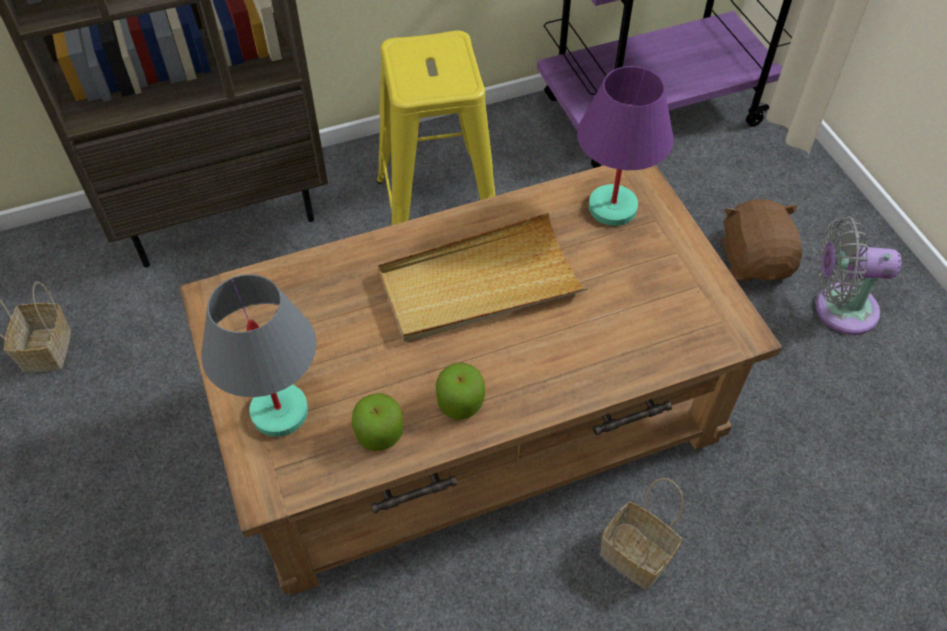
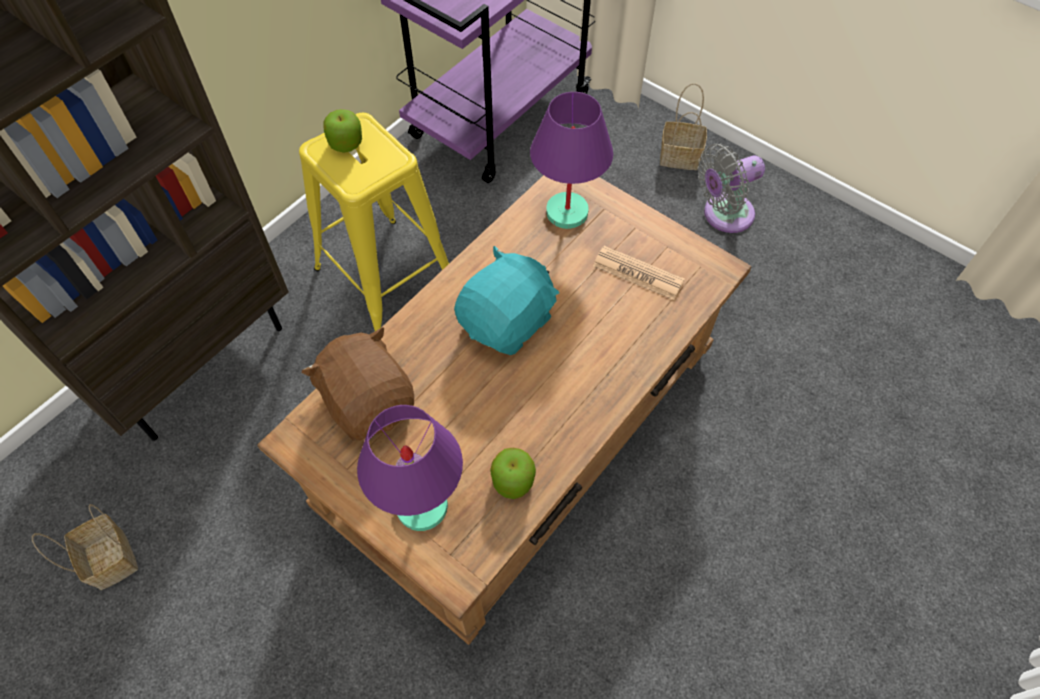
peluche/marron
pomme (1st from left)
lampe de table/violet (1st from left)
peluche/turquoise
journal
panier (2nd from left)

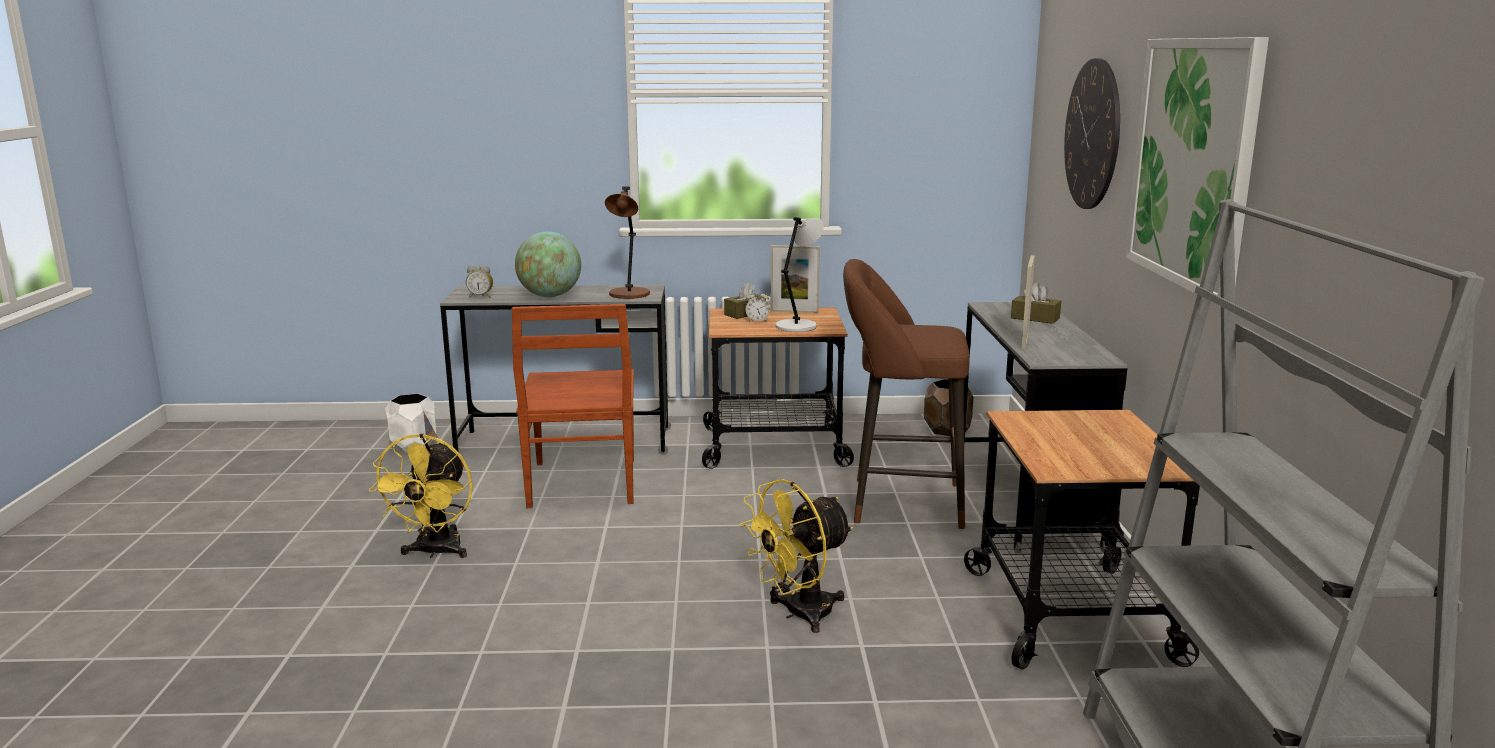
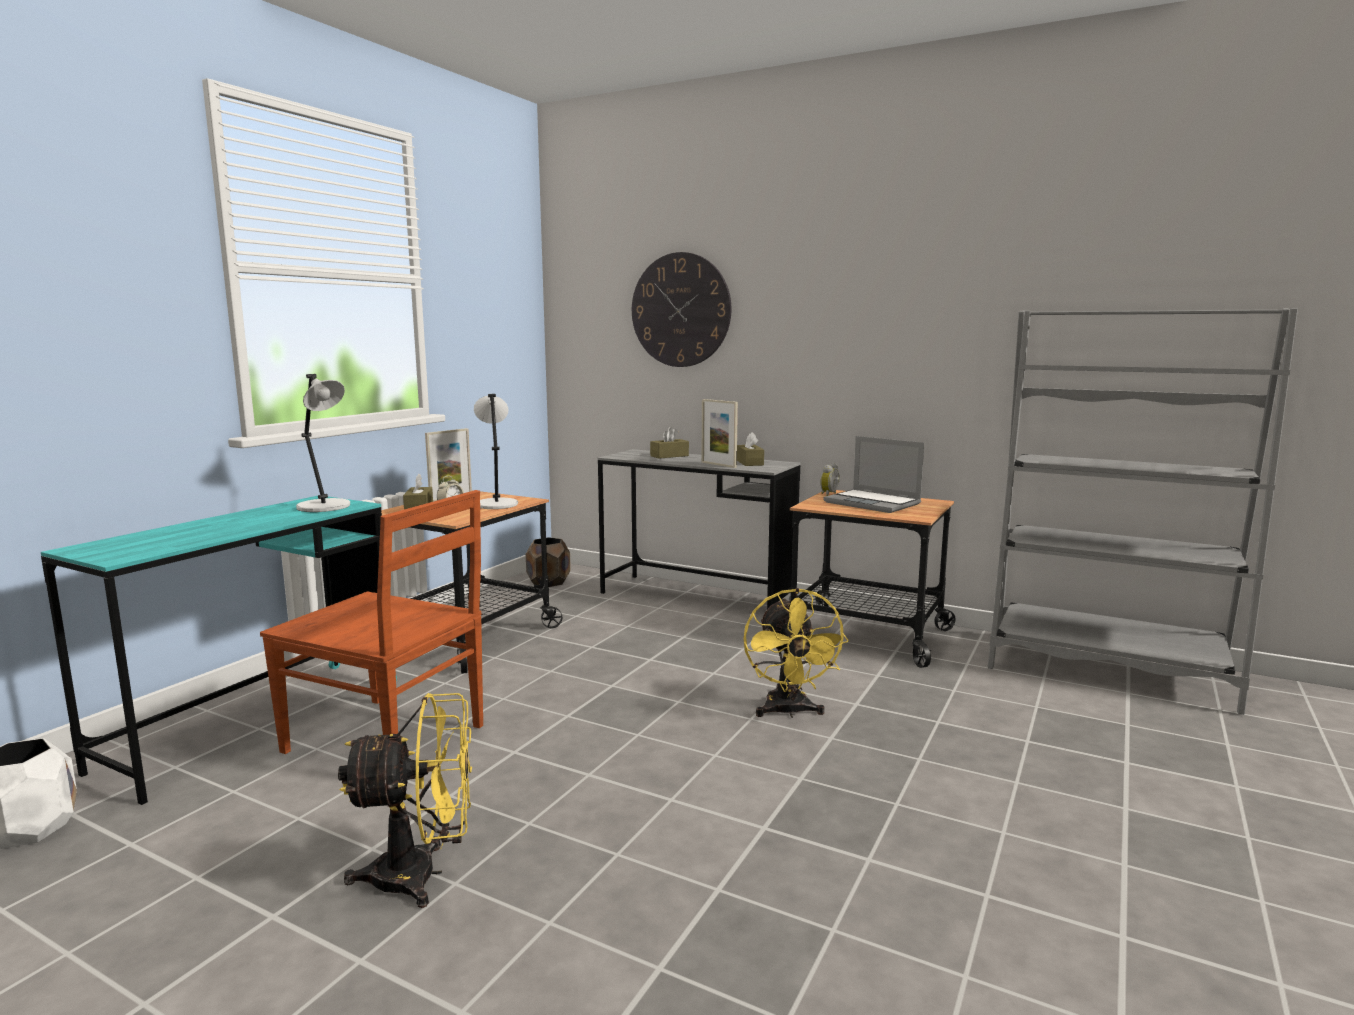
bureau/turquoise
lampe de table/gris (1st from left)
ventilateur/jaune (1st from left)
boîte à mouchoirs/marron (3rd from left)
réveil (2nd from left)
ordinateur portable
globe
tabouret/marron
tableau

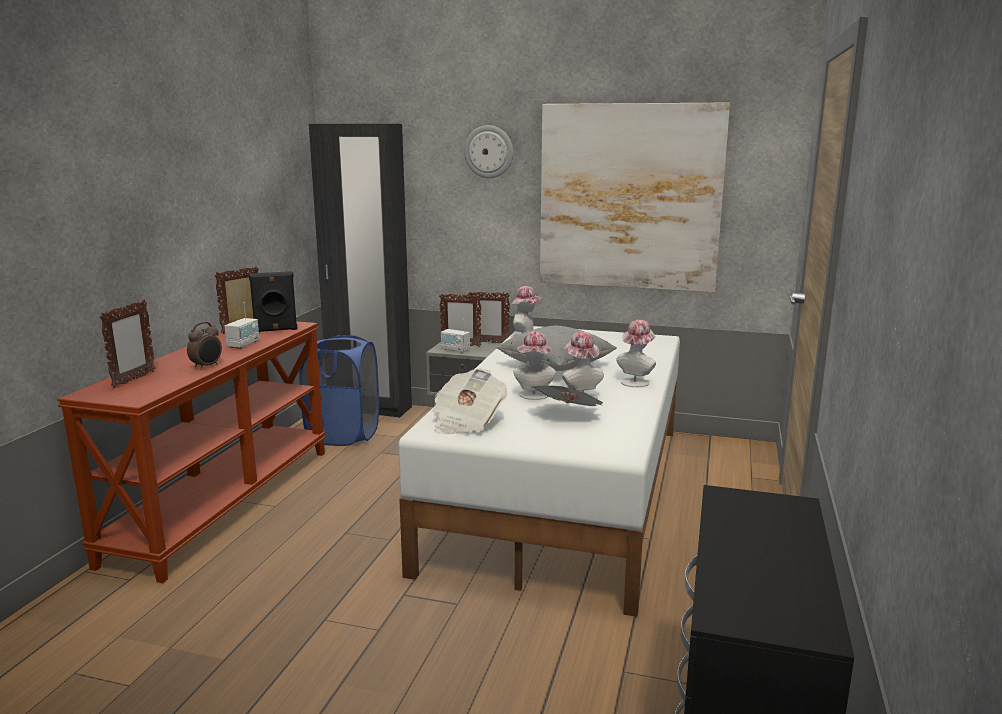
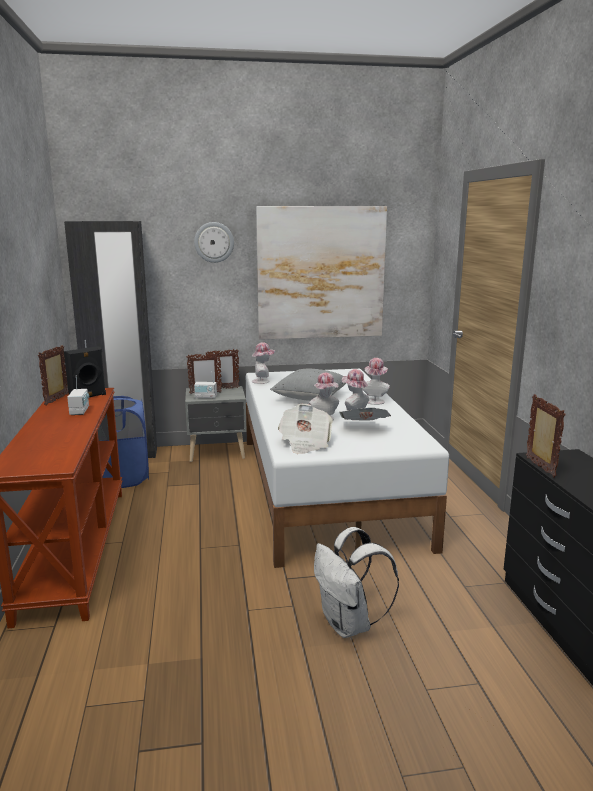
sac à dos/blanc
cadre photo (4th from left)
réveil

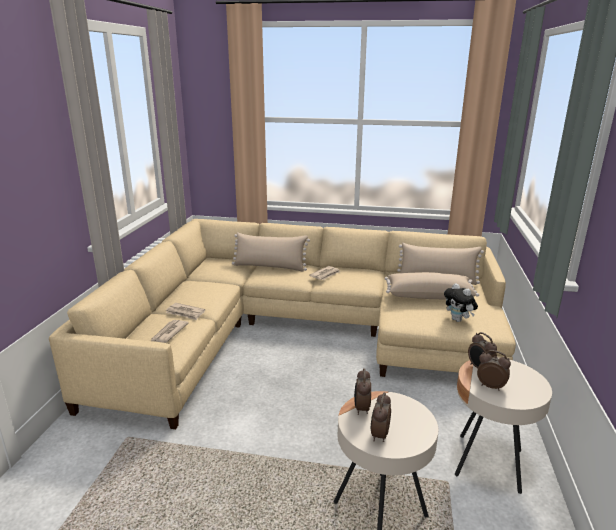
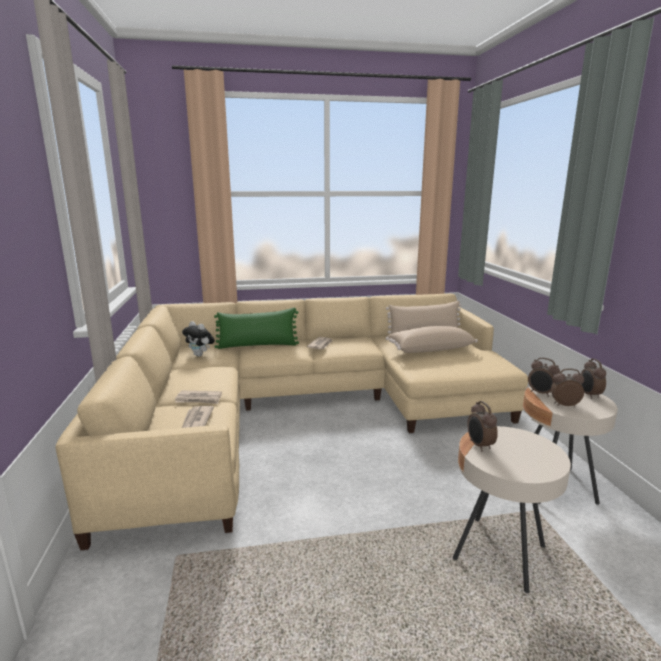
peluche
coussin/vert
réveil (4th from left)

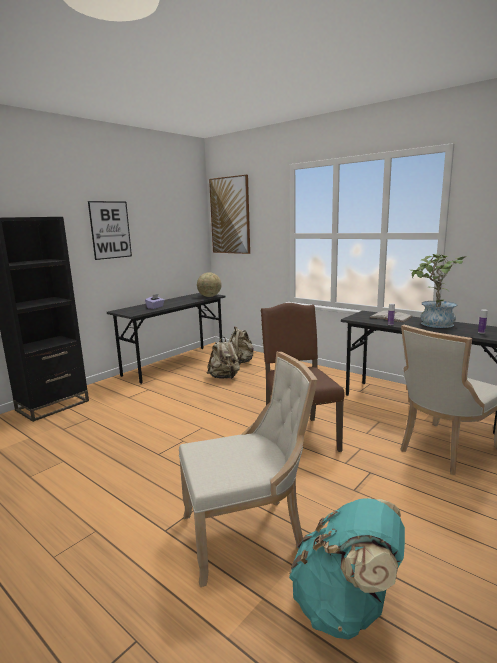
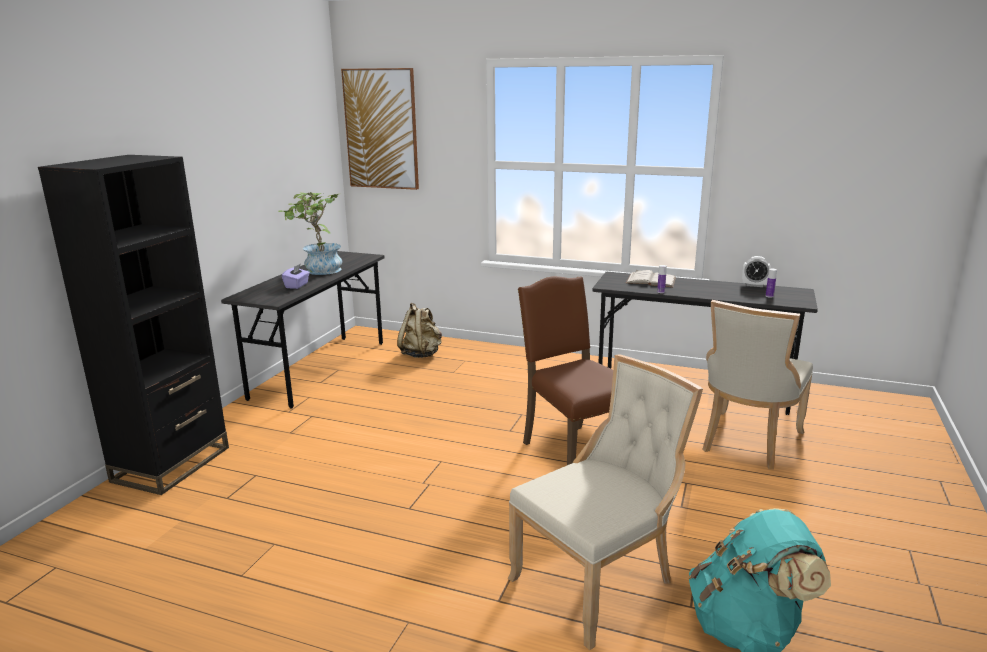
plante en pot
réveil
tableau (1st from left in the first image)
globe
sac à dos/beige (1st from left in the first image)

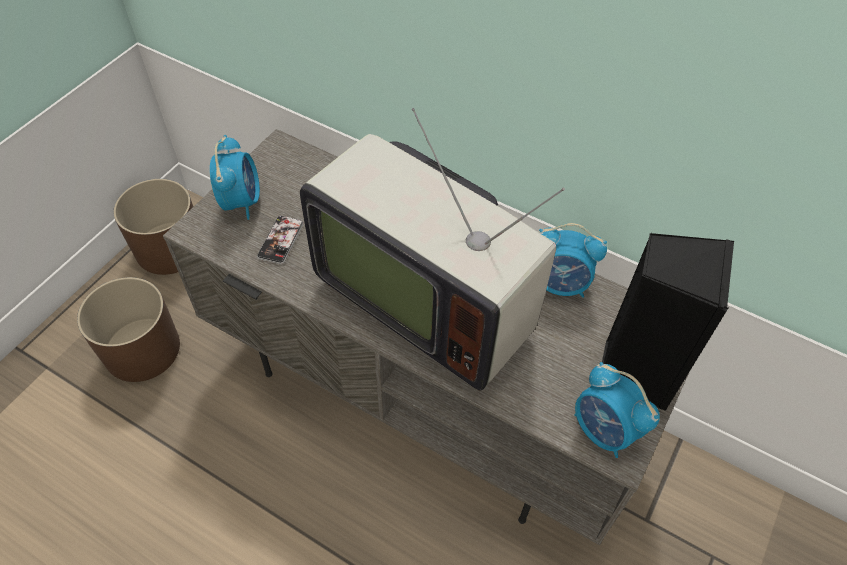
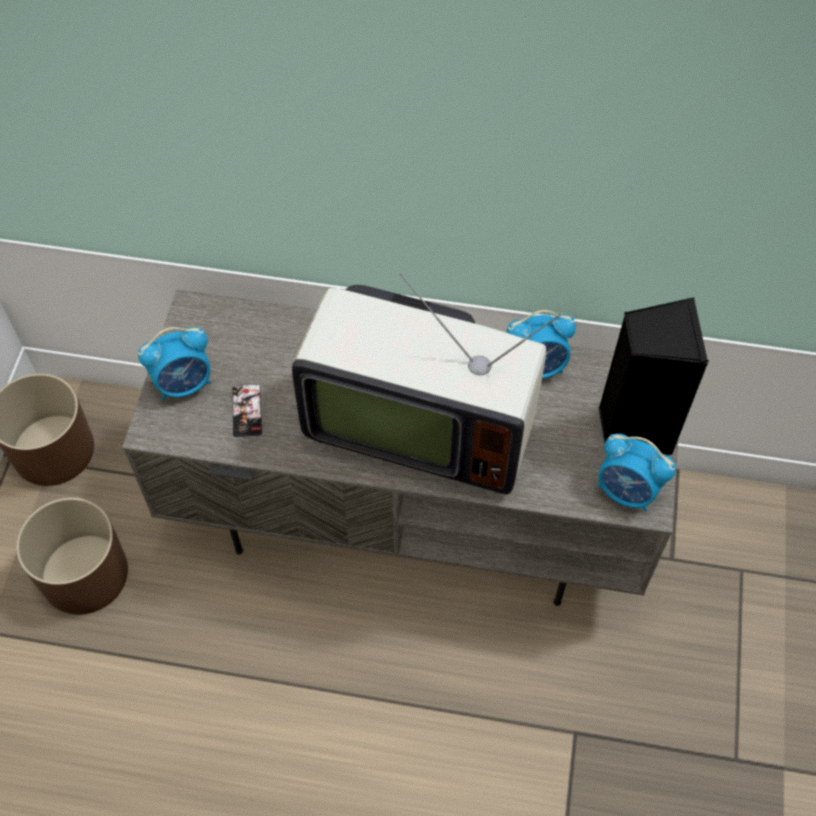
réveil (1st from left)

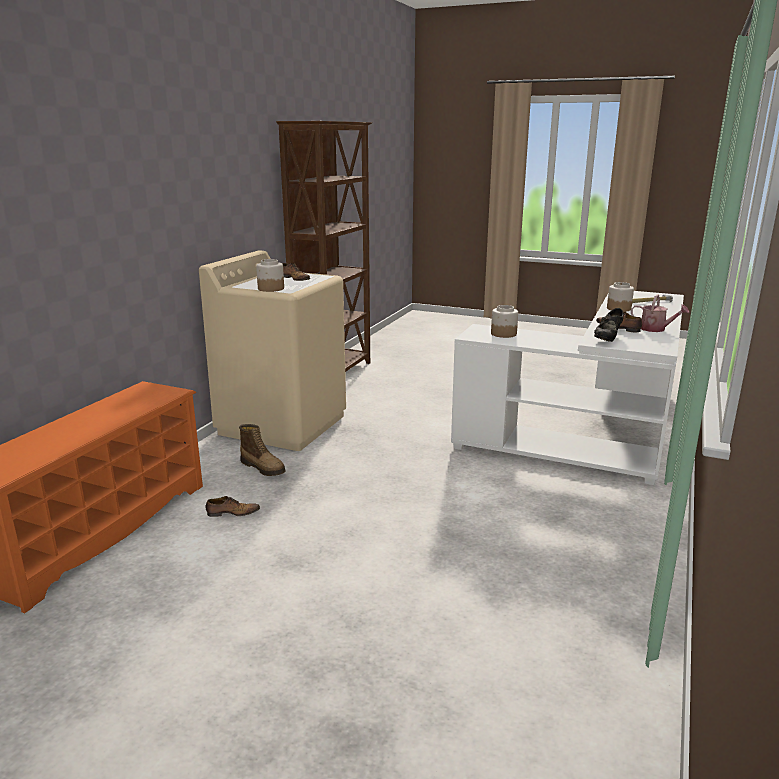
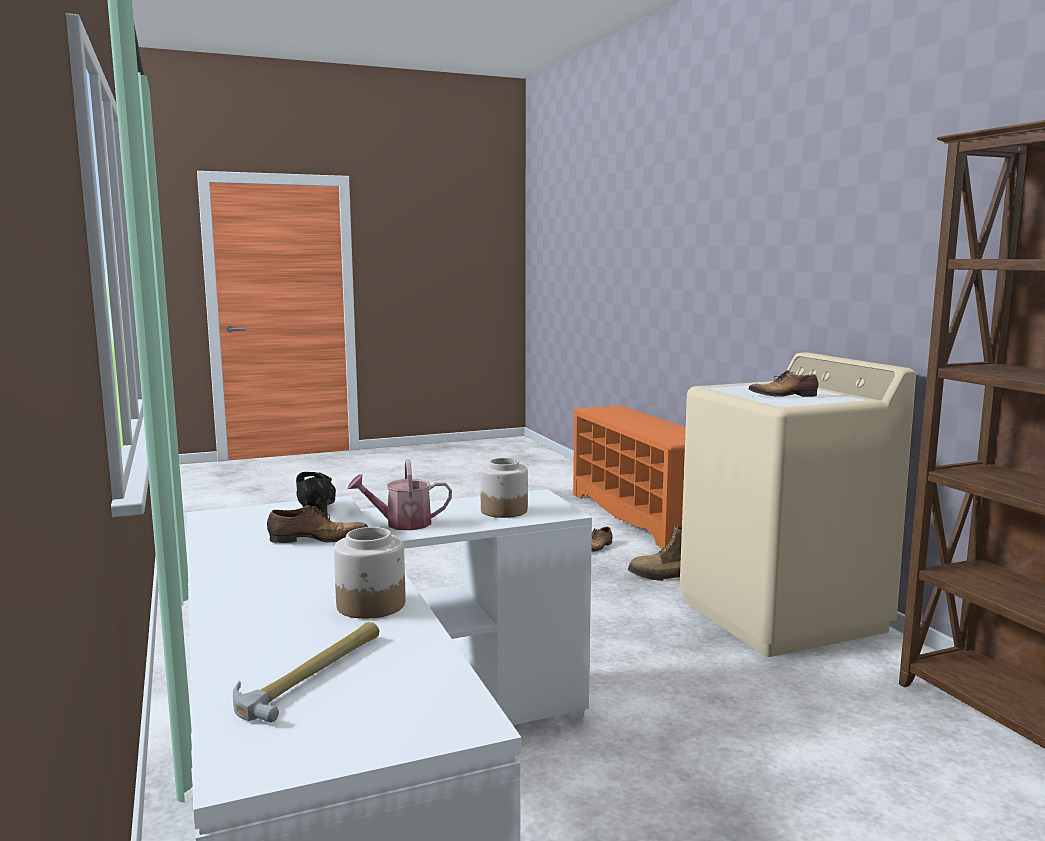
arrosoir
bocal (1st from left in the first image)

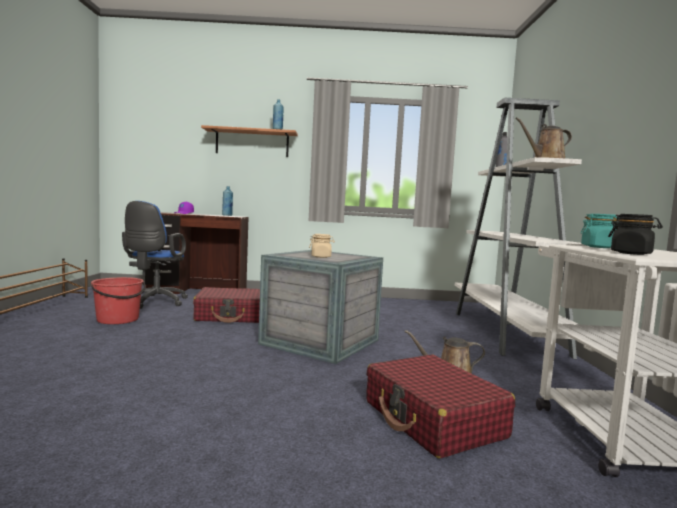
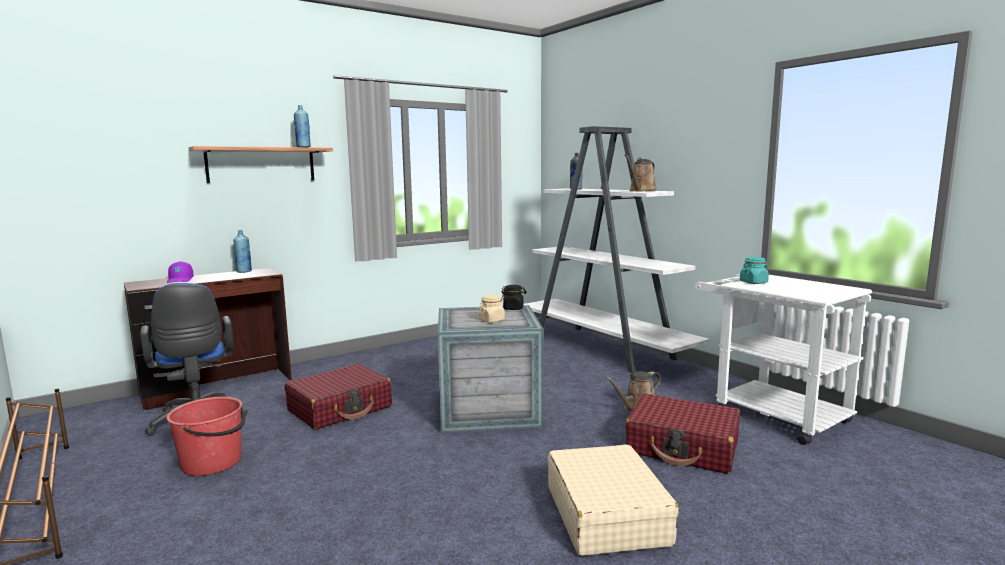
bocal/noir
valise/beige

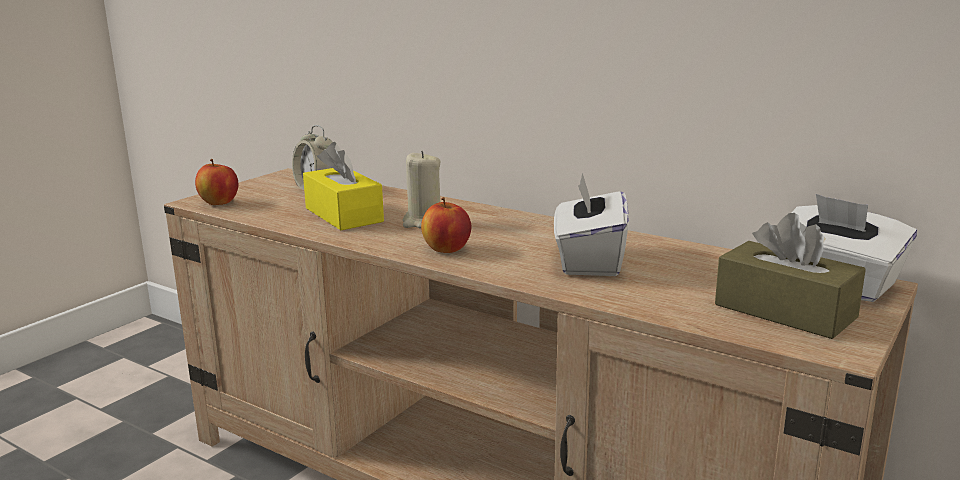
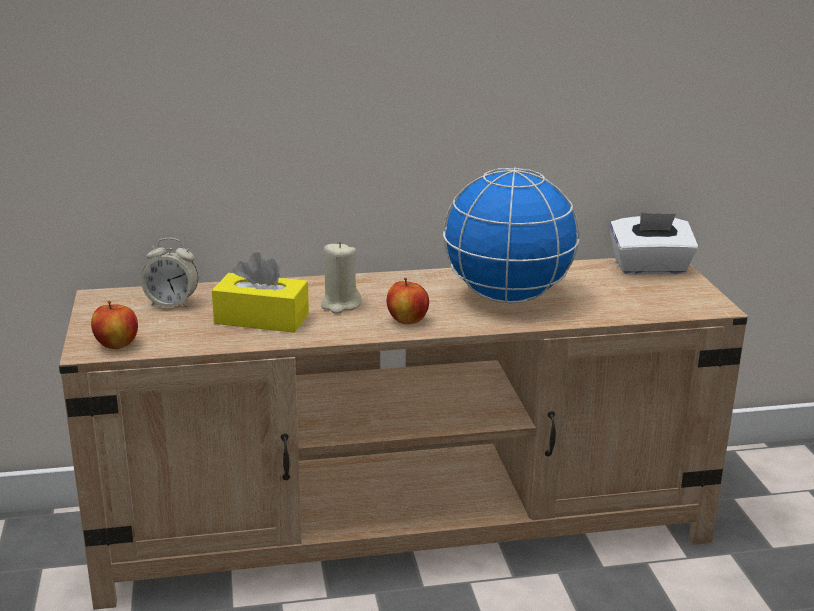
globe
boîte à mouchoirs/marron

